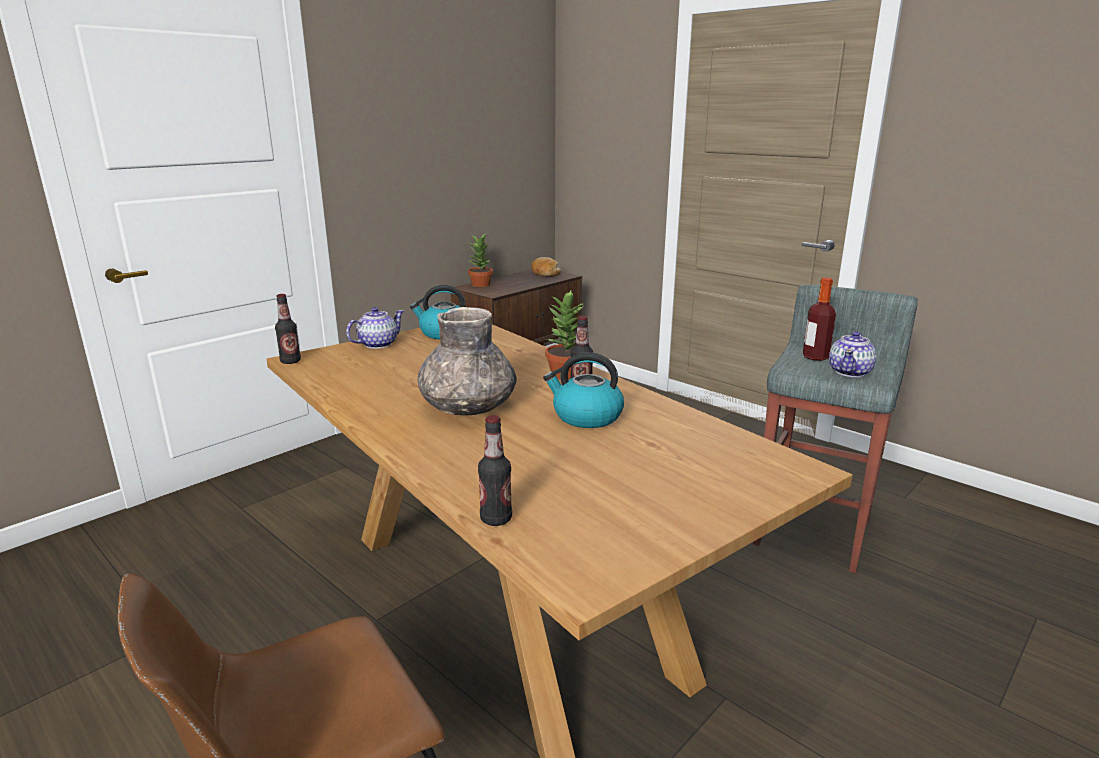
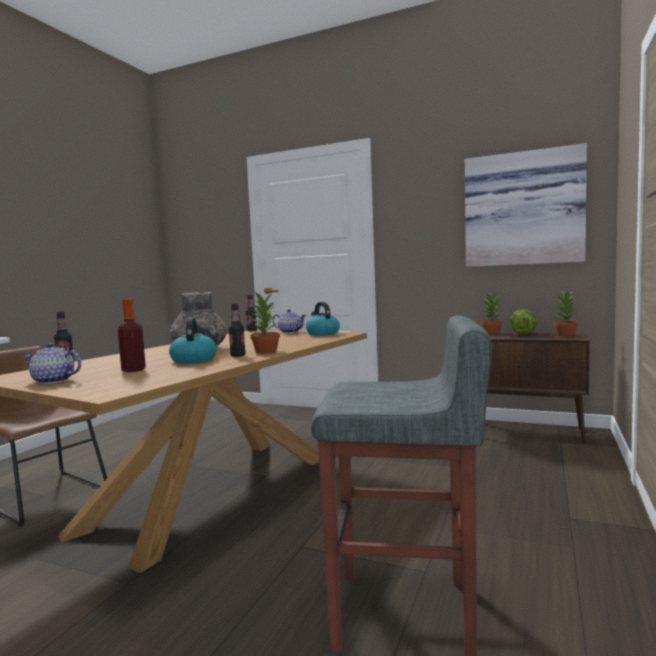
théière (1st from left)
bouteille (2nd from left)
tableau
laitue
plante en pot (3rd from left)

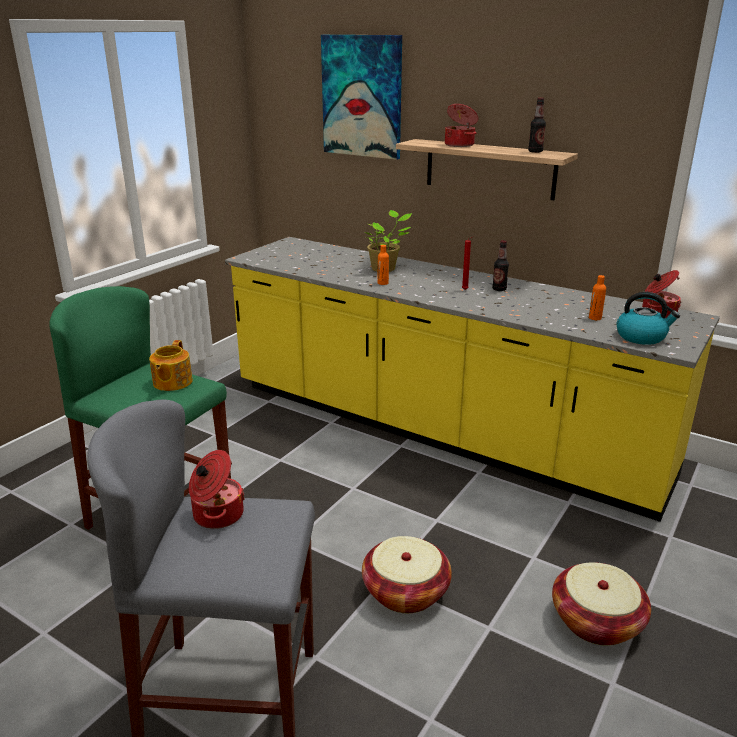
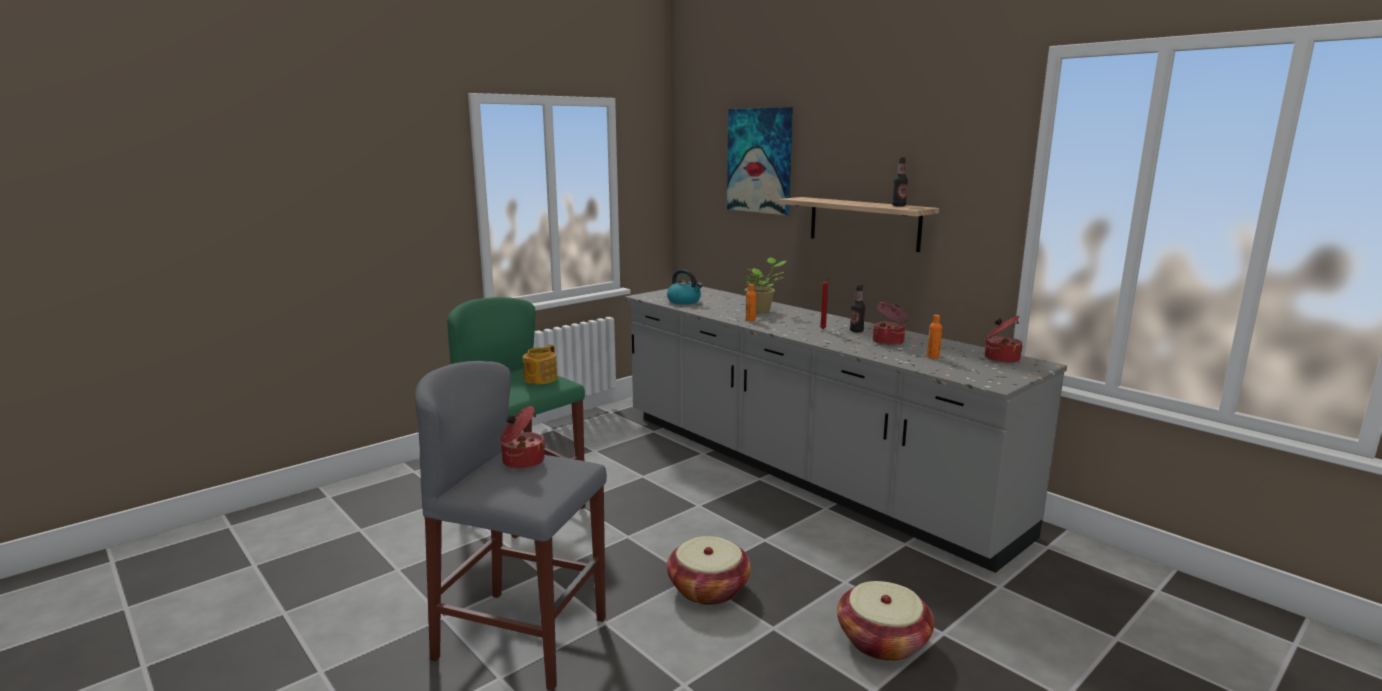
comptoir de cuisine/gris
bouilloire
marmite (2nd from left)

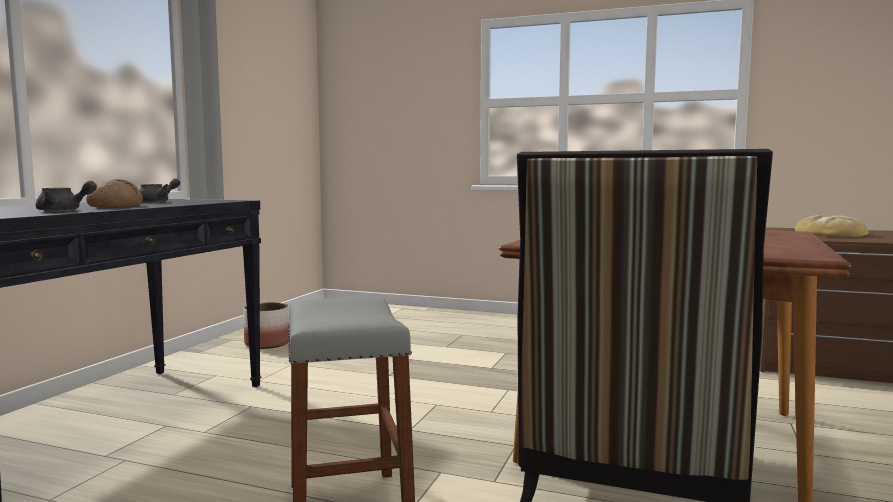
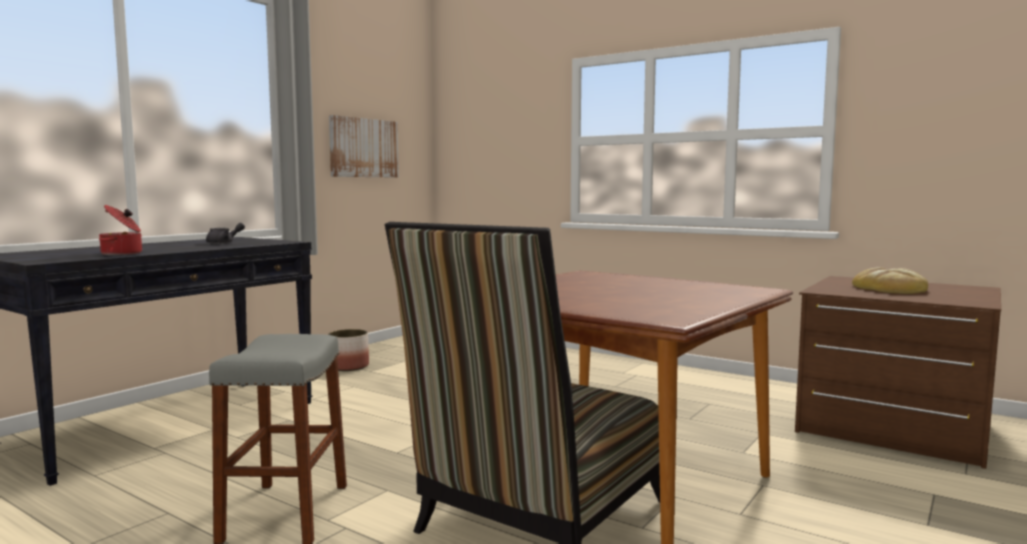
marmite
tableau
pain (1st from left in the first image)

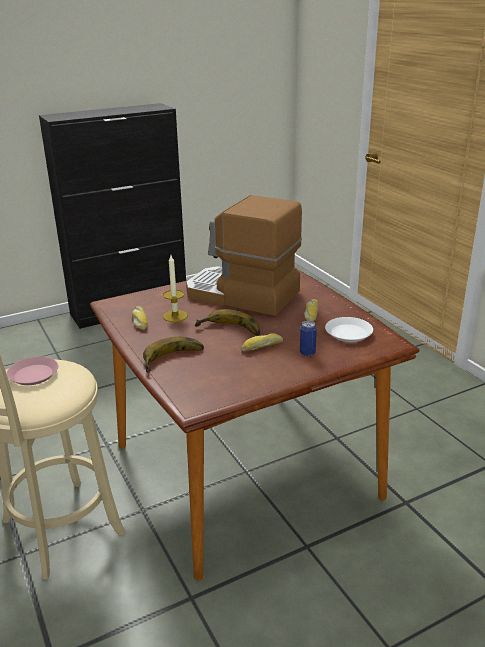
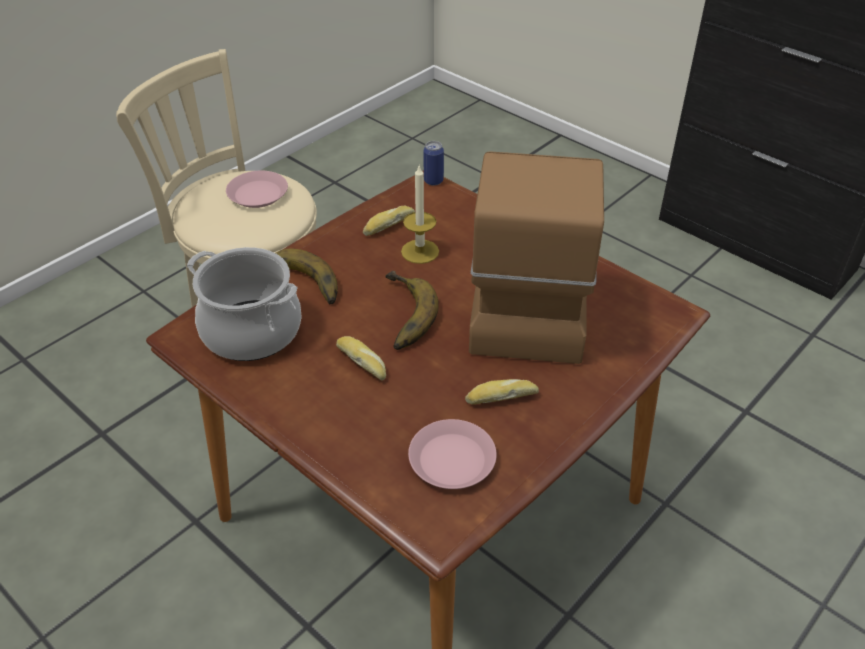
marmite
assiette/rose (2nd from left)
boîte métallique

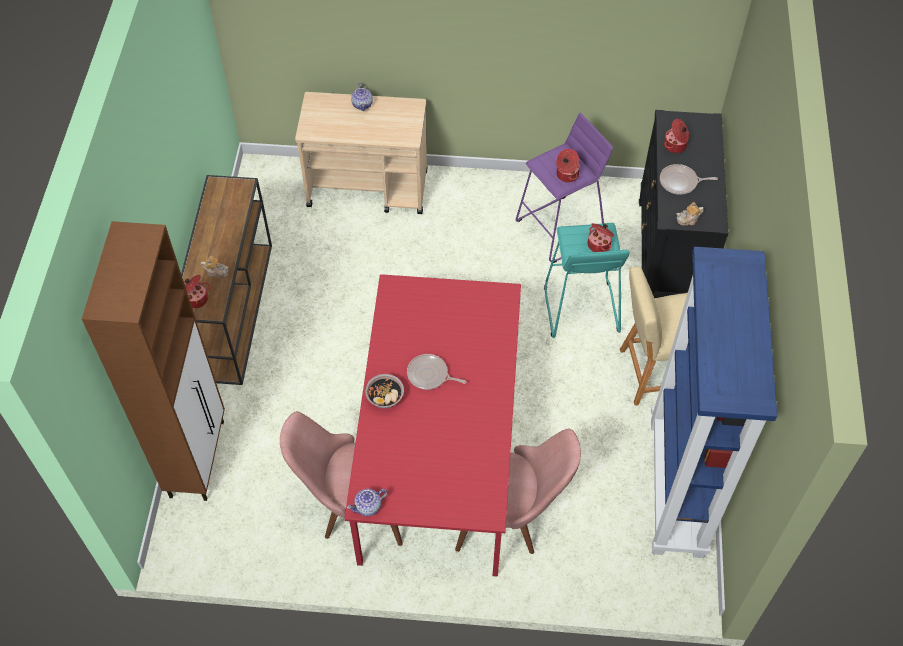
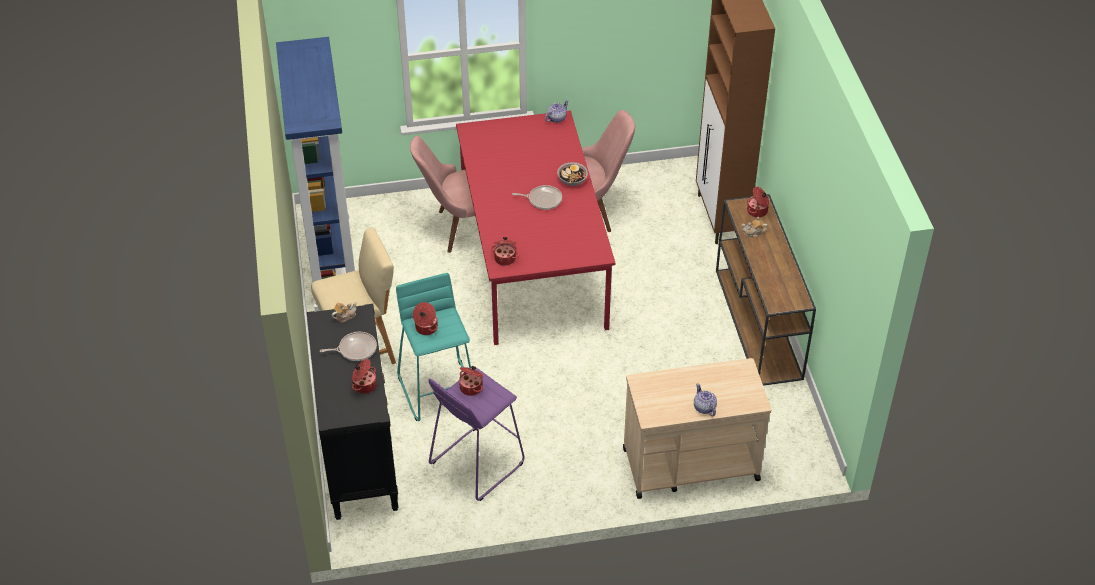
marmite (4th from left)

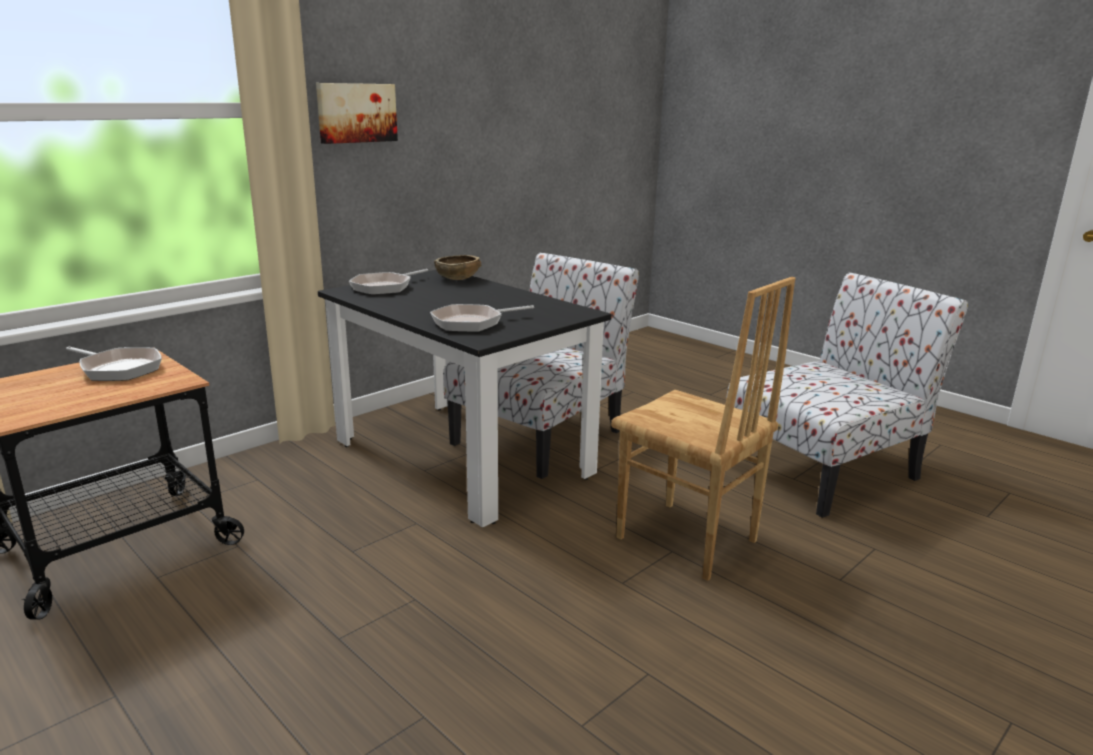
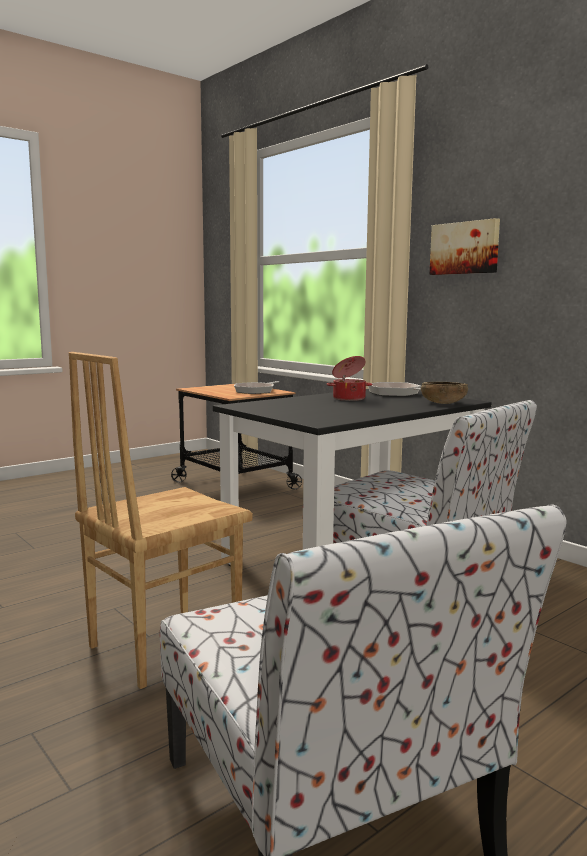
marmite
poêle (3rd from left in the first image)

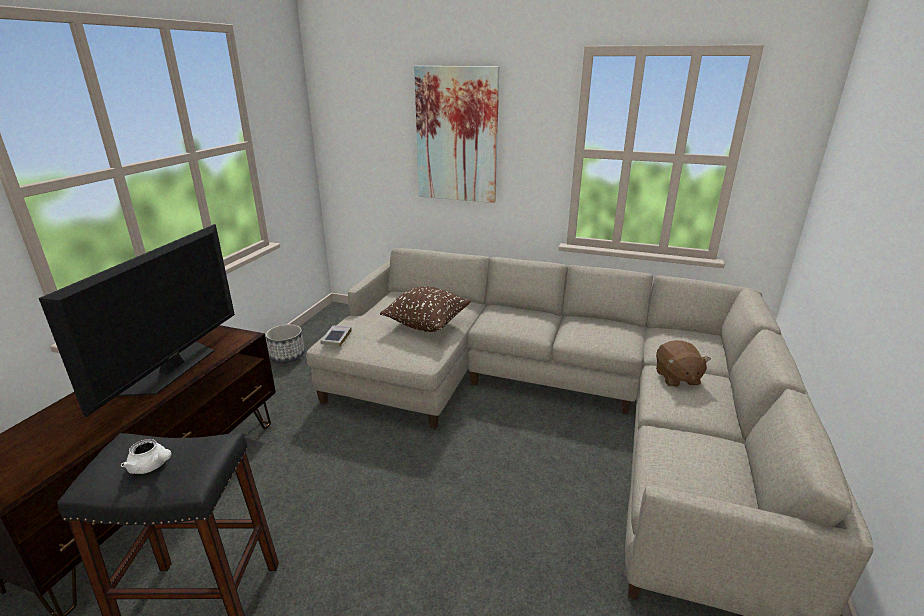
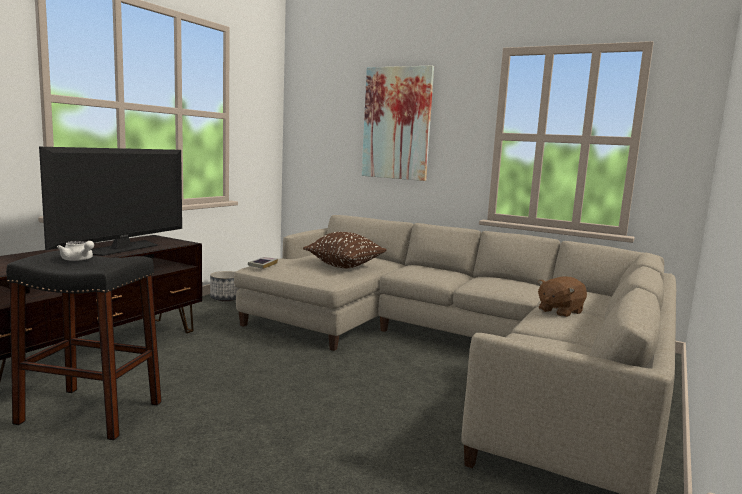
peluche/marron

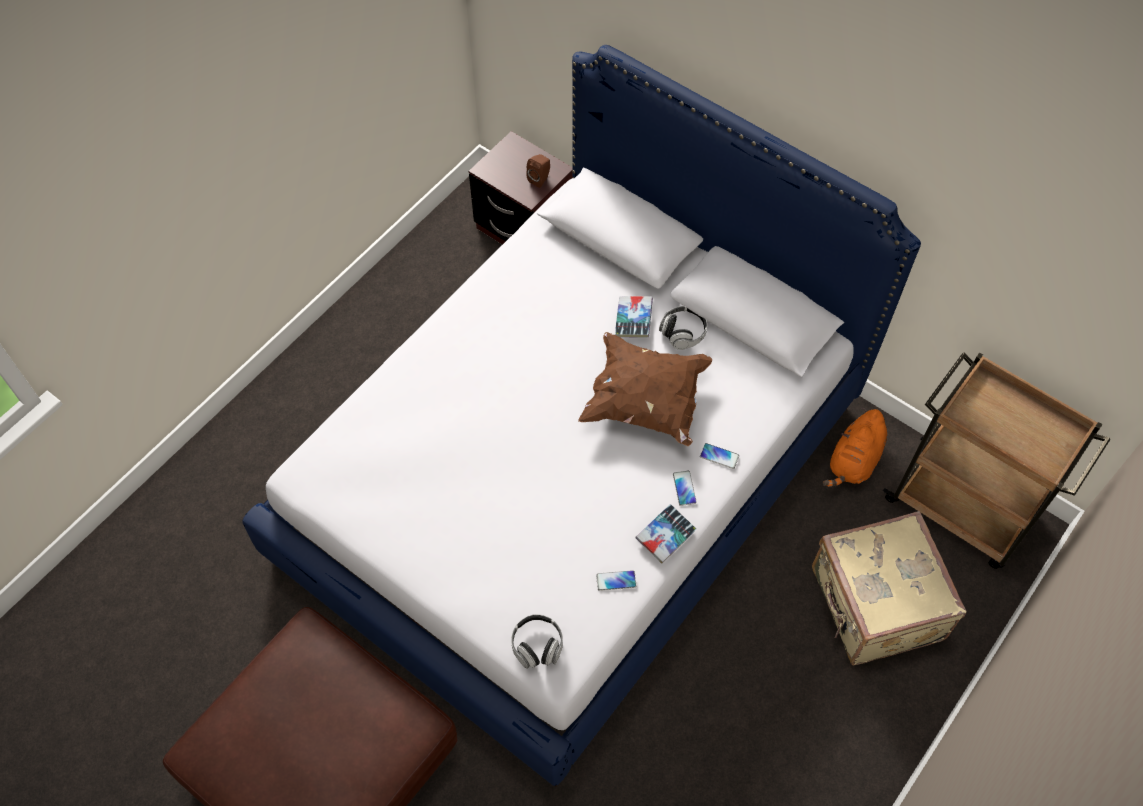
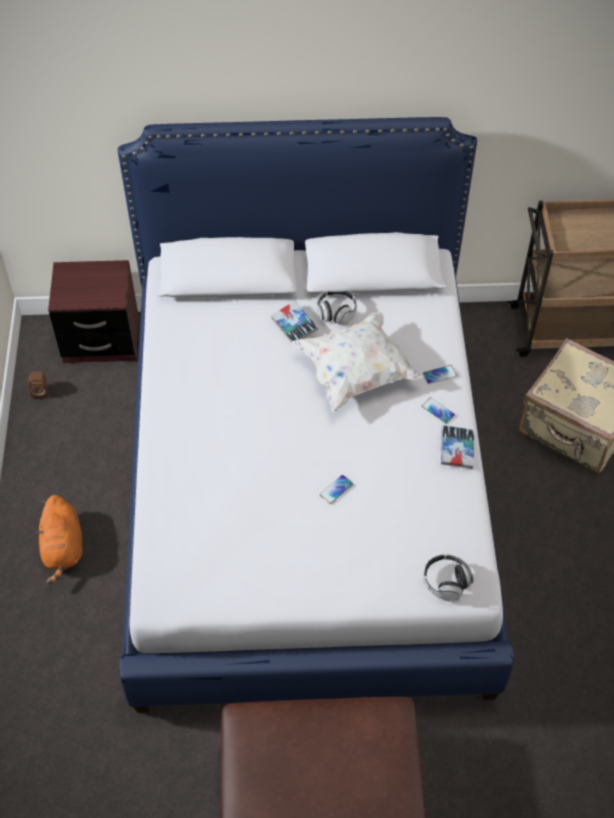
enceinte/marron
peluche/orange
coussin/blanc
téléphone (1st from left)

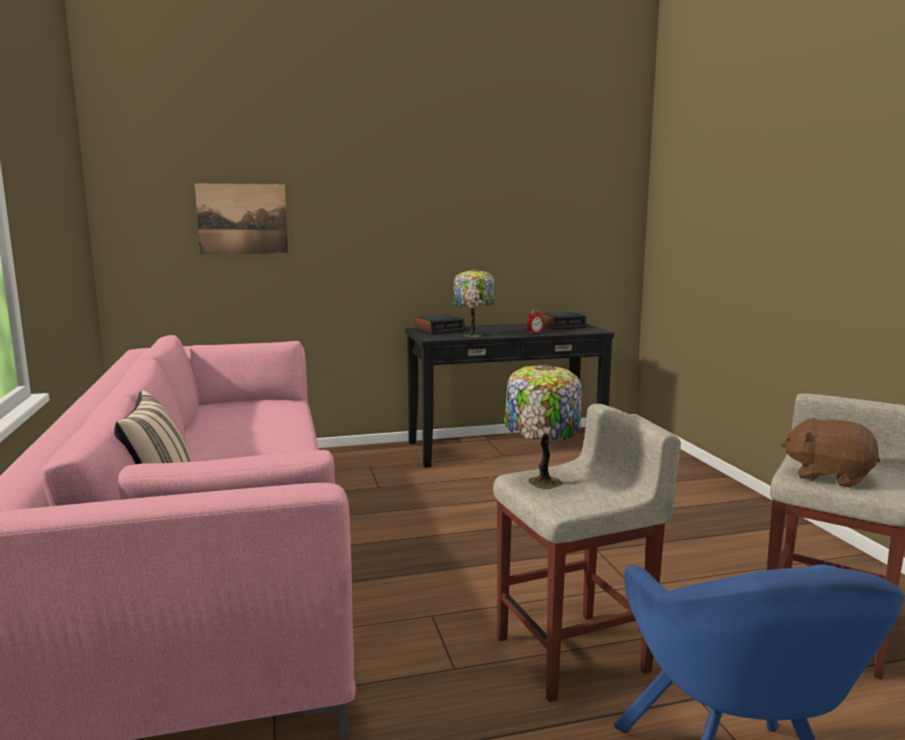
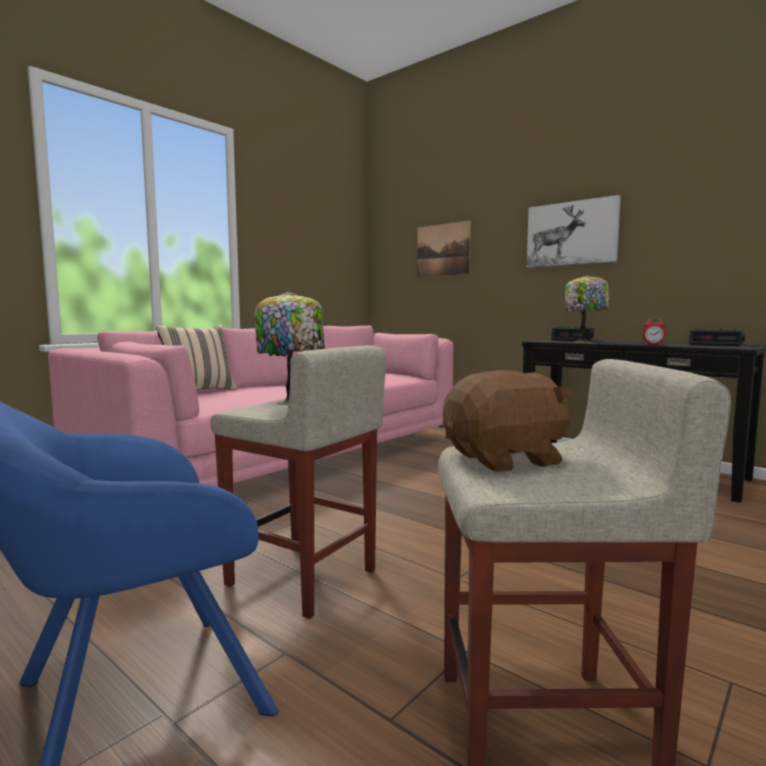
peluche/marron
tableau (2nd from left)

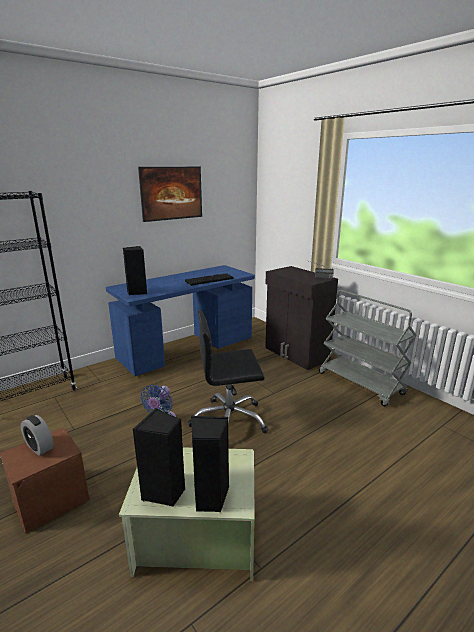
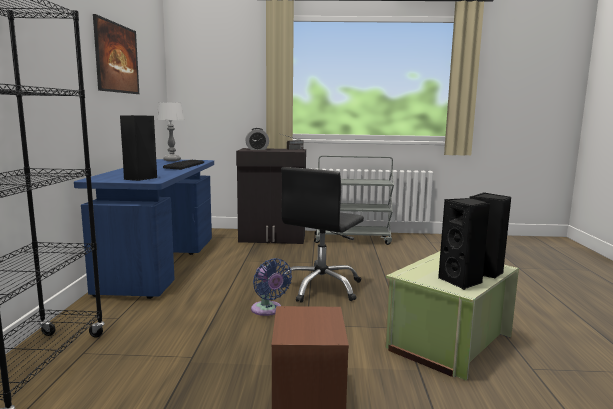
lampe de table
réveil

